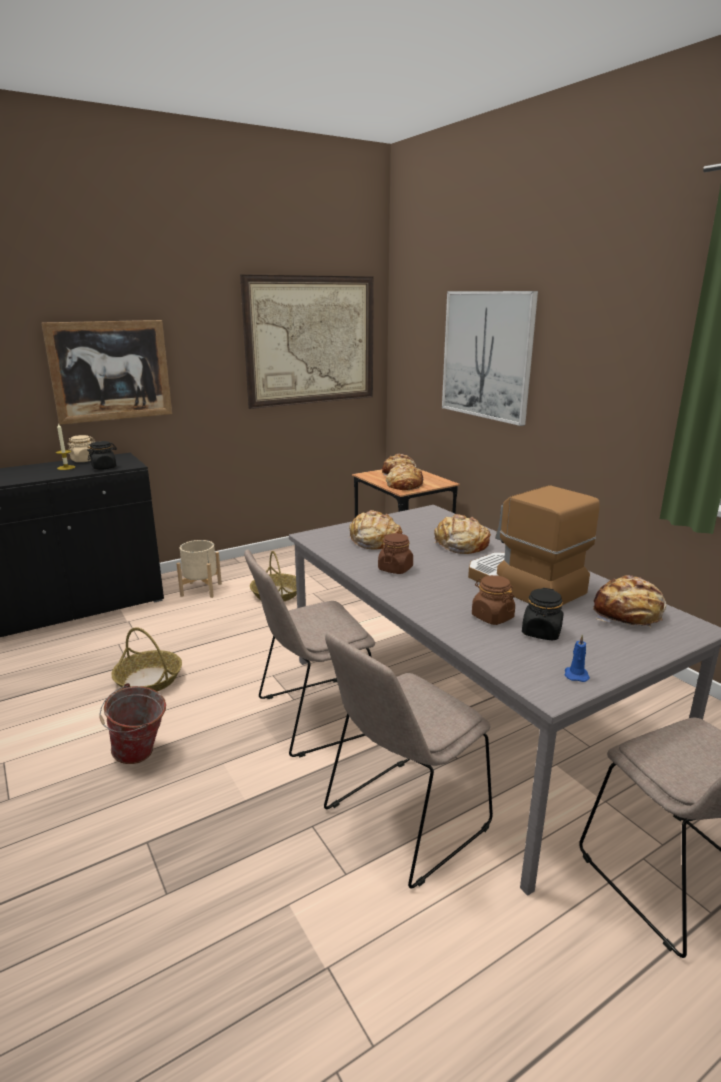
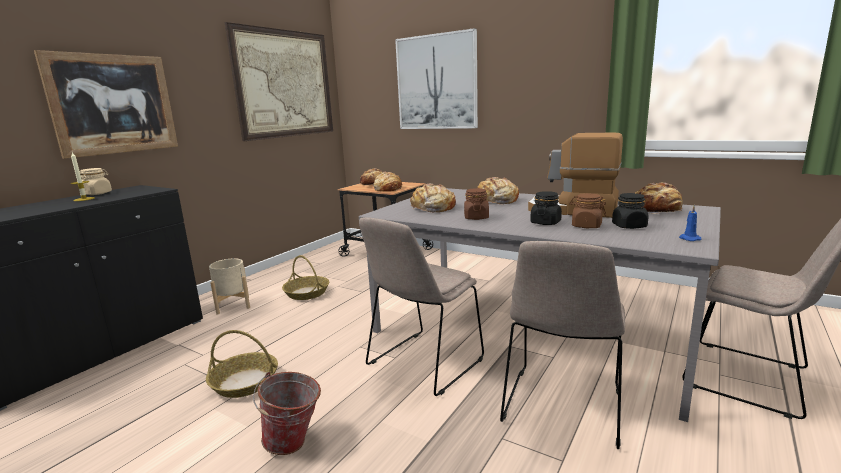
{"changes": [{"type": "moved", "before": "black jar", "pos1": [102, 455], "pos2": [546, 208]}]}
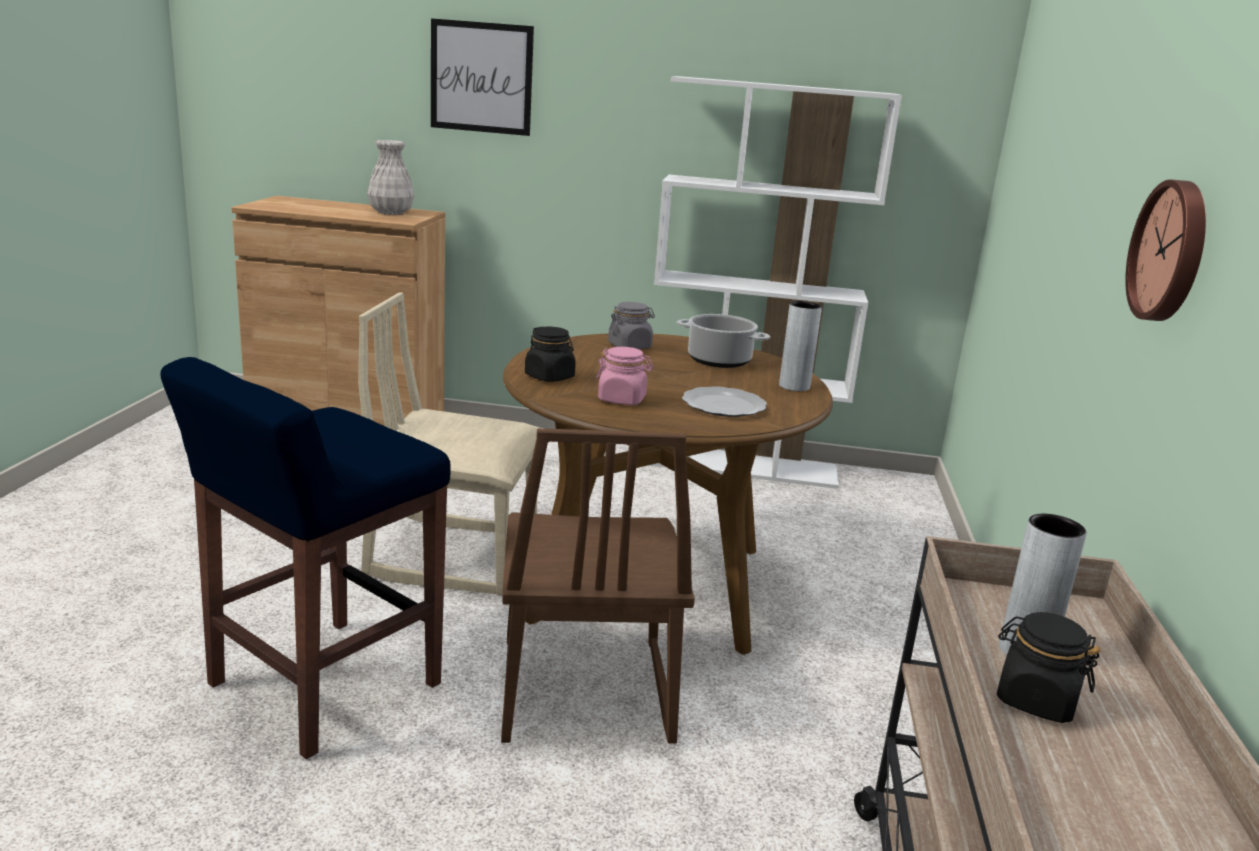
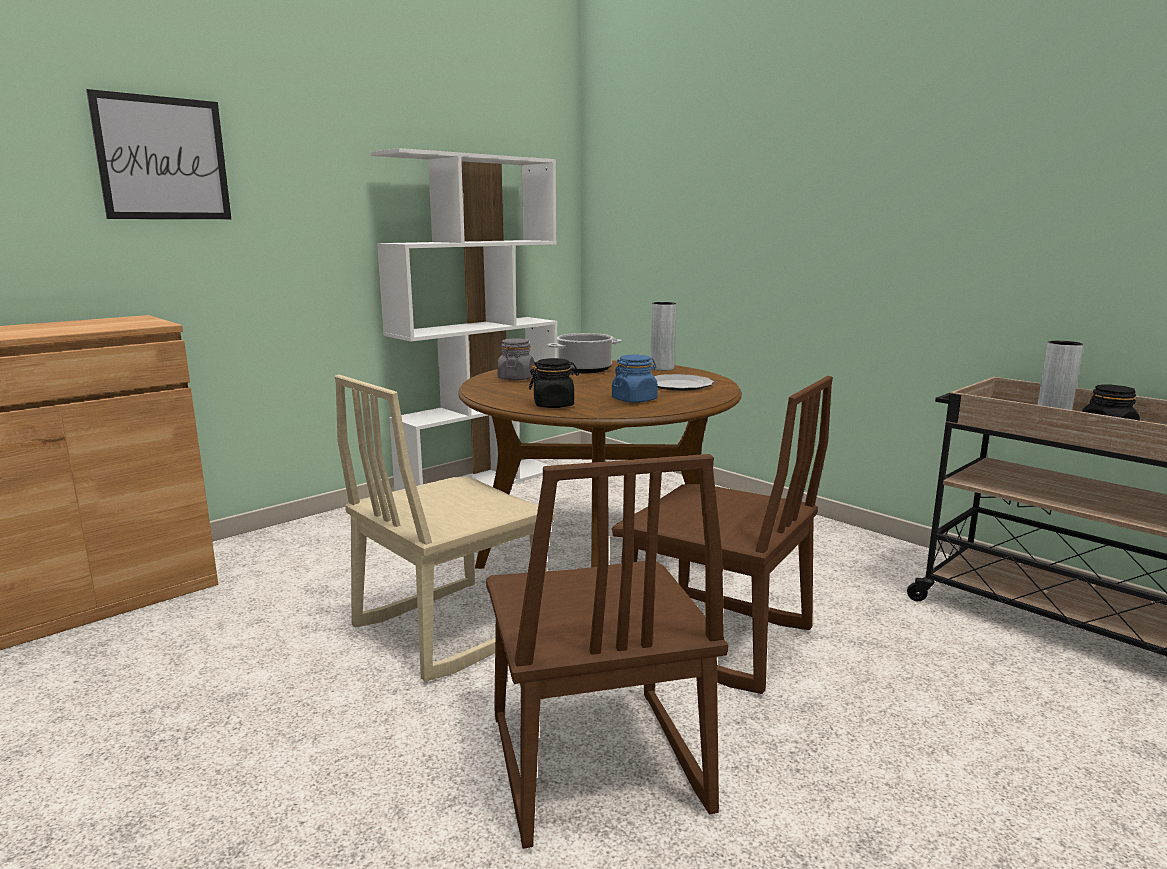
{"changes": [{"type": "replaced", "before": "blue stool", "after": "brown chair", "pos1": [305, 558], "pos2": [607, 651]}, {"type": "recoloured", "before": "pink jar", "after": "blue jar", "pos1": [625, 376], "pos2": [635, 379]}, {"type": "removed", "before": "white vase", "pos1": [390, 177]}, {"type": "removed", "before": "wall clock", "pos1": [1165, 250]}]}
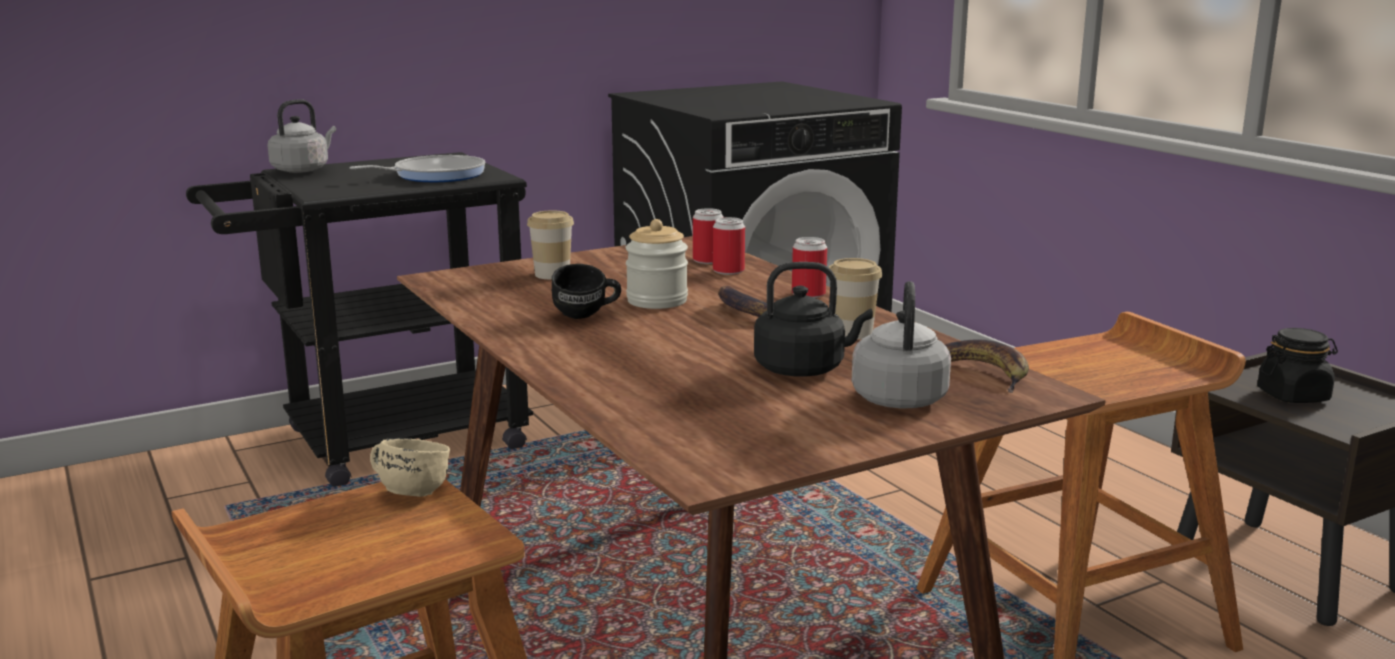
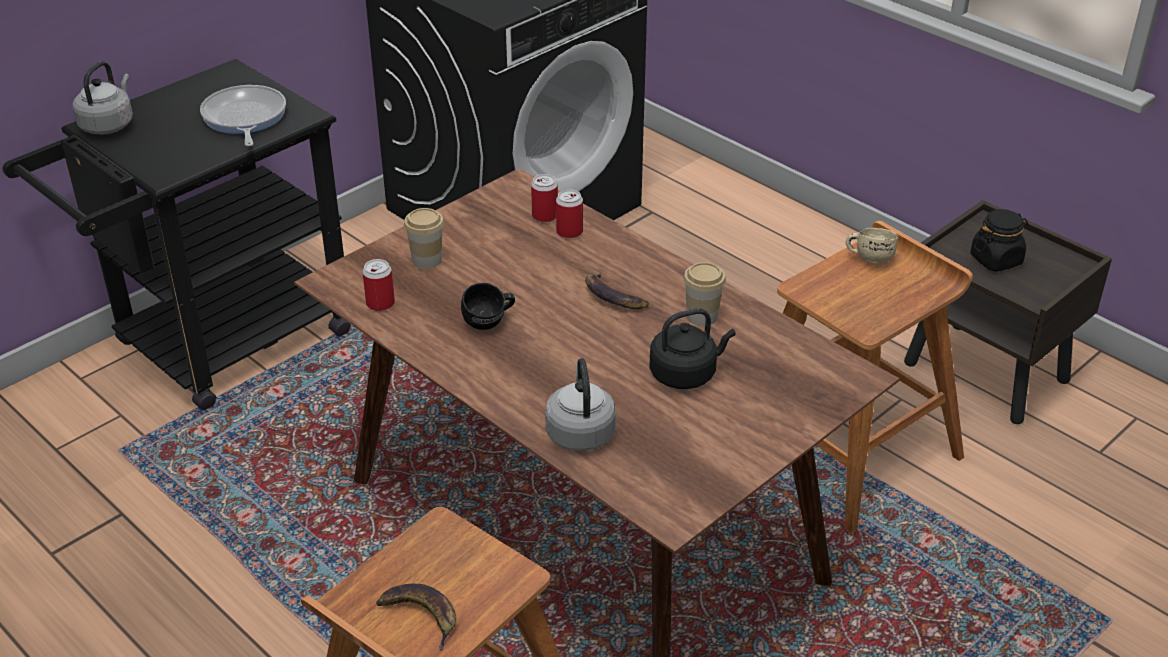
{"changes": [{"type": "turned", "before": "frying pan", "pos1": [418, 168], "pos2": [243, 115], "turn": -60}, {"type": "moved", "before": "can", "pos1": [809, 267], "pos2": [378, 285]}, {"type": "moved", "before": "banana", "pos1": [987, 366], "pos2": [416, 617]}, {"type": "moved", "before": "grey kettle", "pos1": [901, 344], "pos2": [580, 404]}, {"type": "moved", "before": "beige mug", "pos1": [410, 467], "pos2": [872, 245]}, {"type": "removed", "before": "jar", "pos1": [656, 264]}]}
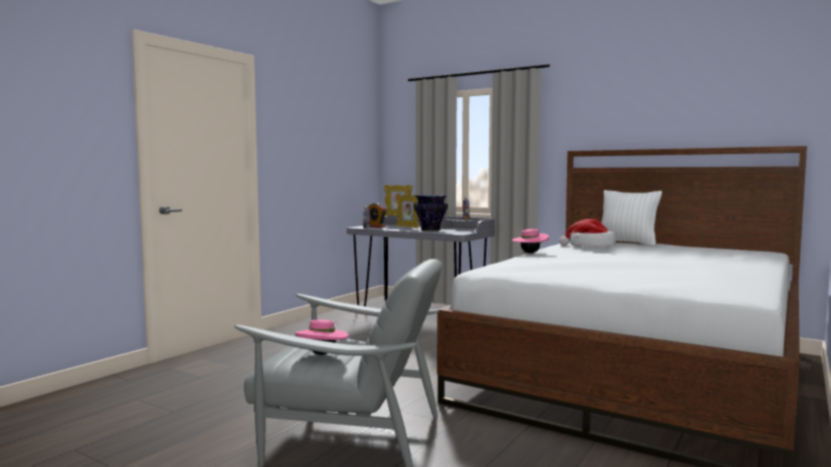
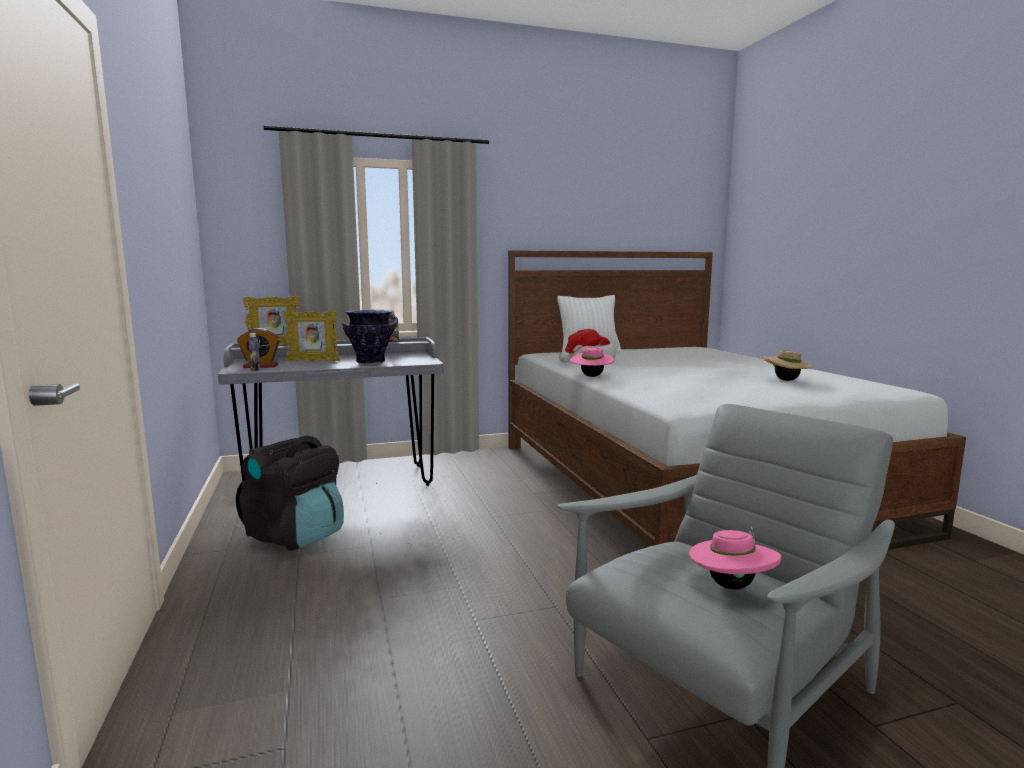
{"changes": [{"type": "added", "after": "black backpack", "pos2": [290, 493]}, {"type": "added", "after": "beige hat", "pos2": [788, 365]}]}
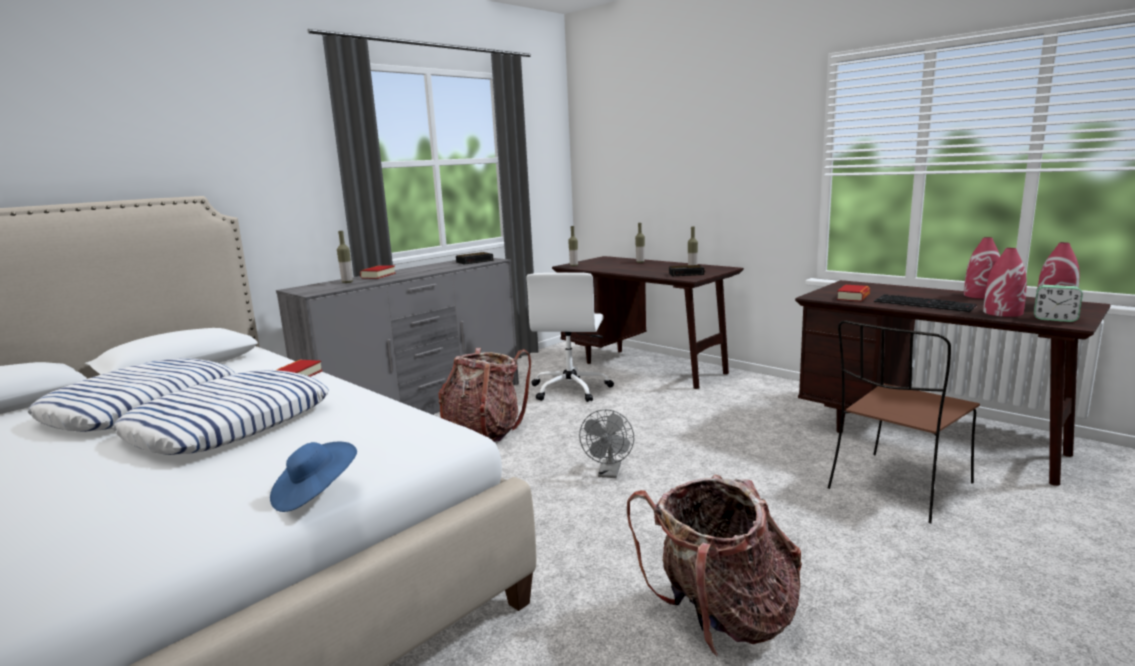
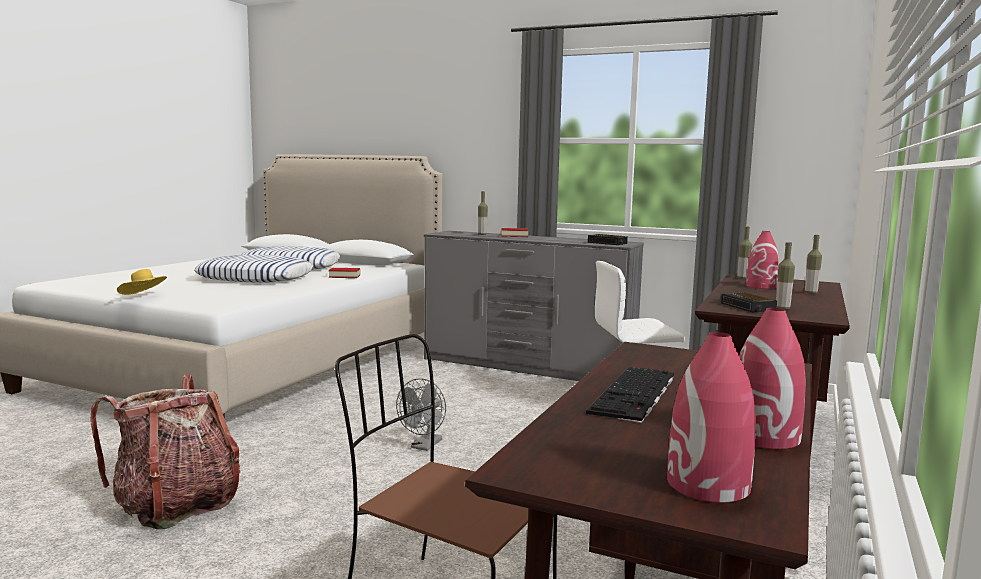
{"changes": [{"type": "recoloured", "before": "blue hat", "after": "yellow hat", "pos1": [313, 477], "pos2": [142, 282]}, {"type": "turned", "before": "grey fan", "pos1": [606, 443], "pos2": [421, 414], "turn": -60}, {"type": "moved", "before": "red vase", "pos1": [1005, 282], "pos2": [762, 260]}, {"type": "removed", "before": "backpack", "pos1": [485, 395]}, {"type": "removed", "before": "book", "pos1": [853, 293]}, {"type": "removed", "before": "alarm clock", "pos1": [1058, 303]}]}
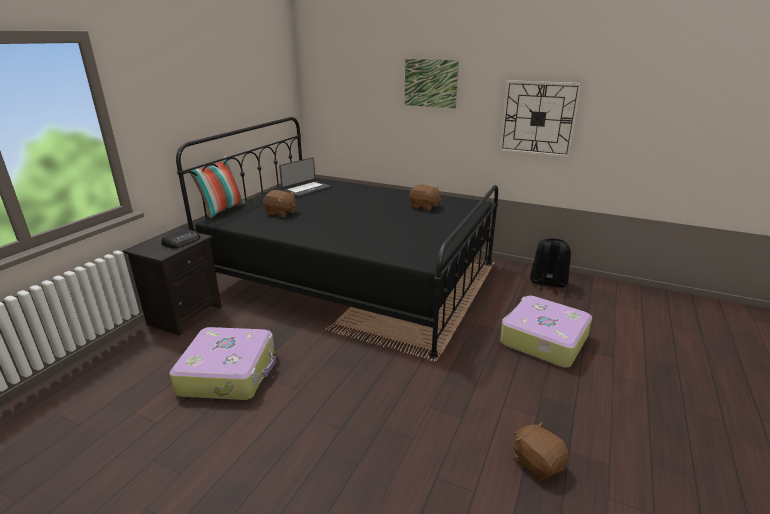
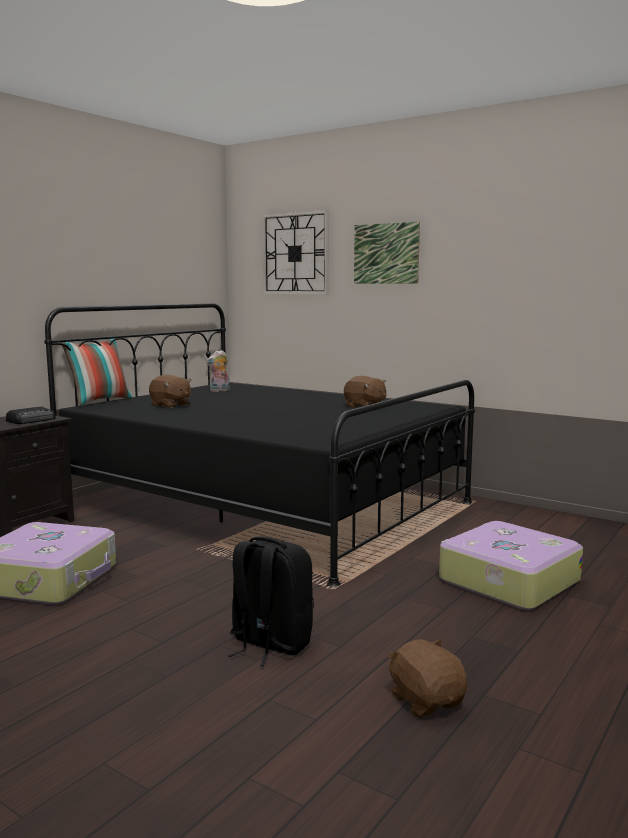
{"changes": [{"type": "replaced", "before": "laptop", "after": "plush toy", "pos1": [305, 177], "pos2": [218, 371]}, {"type": "moved", "before": "black backpack", "pos1": [550, 265], "pos2": [271, 601]}, {"type": "moved", "before": "wall clock", "pos1": [540, 119], "pos2": [295, 252]}]}
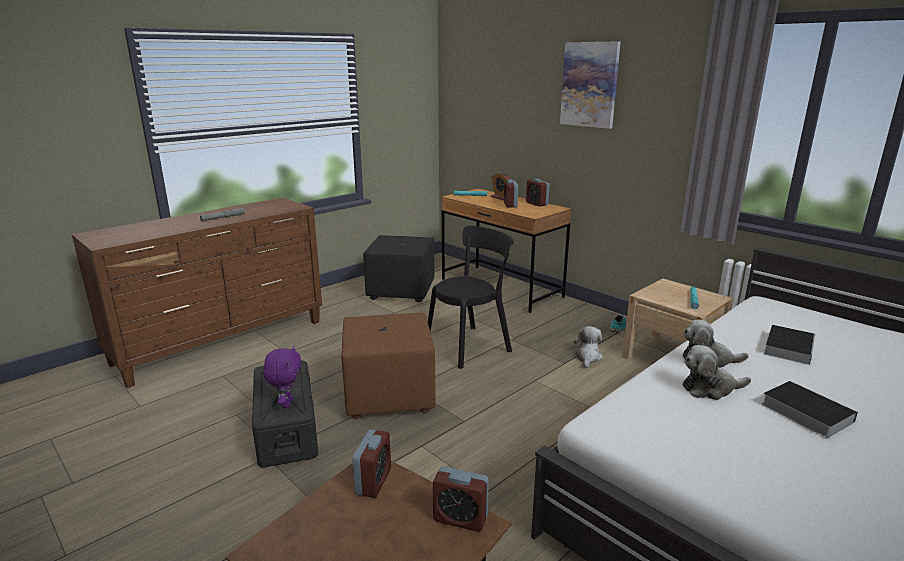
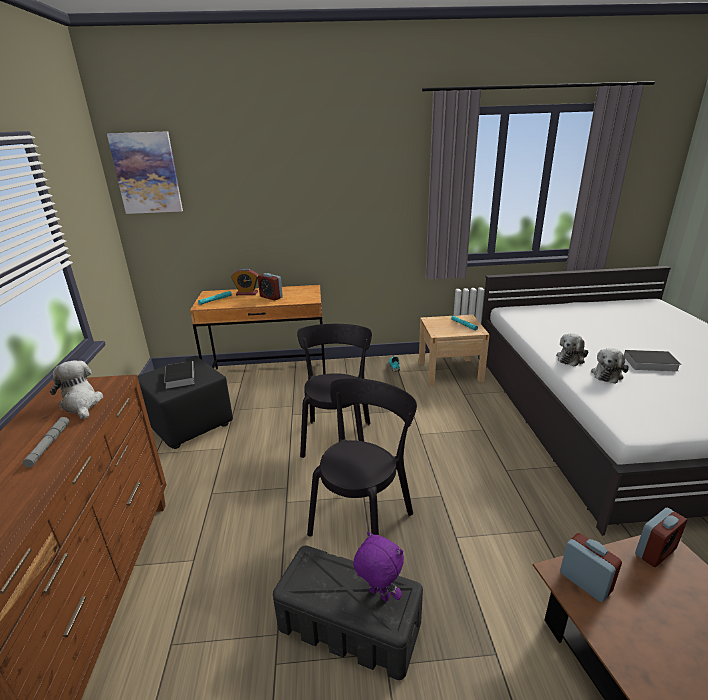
{"changes": [{"type": "moved", "before": "plush toy", "pos1": [588, 347], "pos2": [76, 389]}, {"type": "moved", "before": "picture", "pos1": [590, 85], "pos2": [145, 172]}, {"type": "moved", "before": "book", "pos1": [789, 345], "pos2": [179, 375]}, {"type": "replaced", "before": "brown ottoman", "after": "black chair", "pos1": [388, 366], "pos2": [362, 457]}, {"type": "removed", "before": "alarm clock", "pos1": [538, 193]}]}
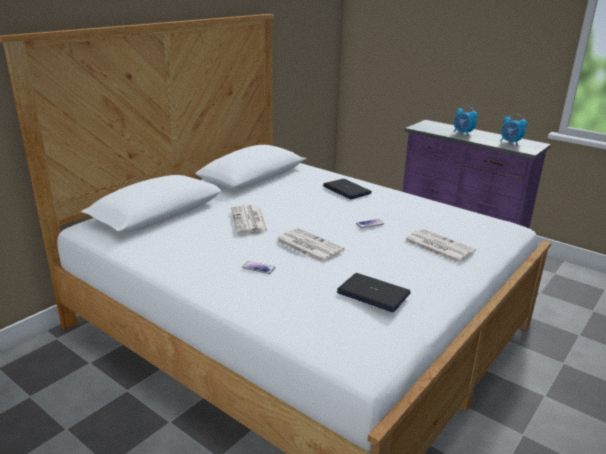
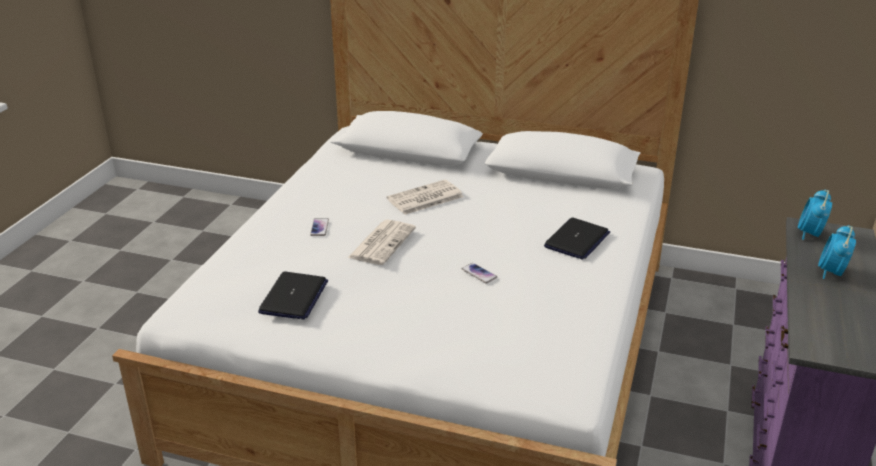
{"changes": [{"type": "moved", "before": "alarm clock", "pos1": [513, 129], "pos2": [815, 214]}, {"type": "removed", "before": "newspaper", "pos1": [440, 246]}]}
